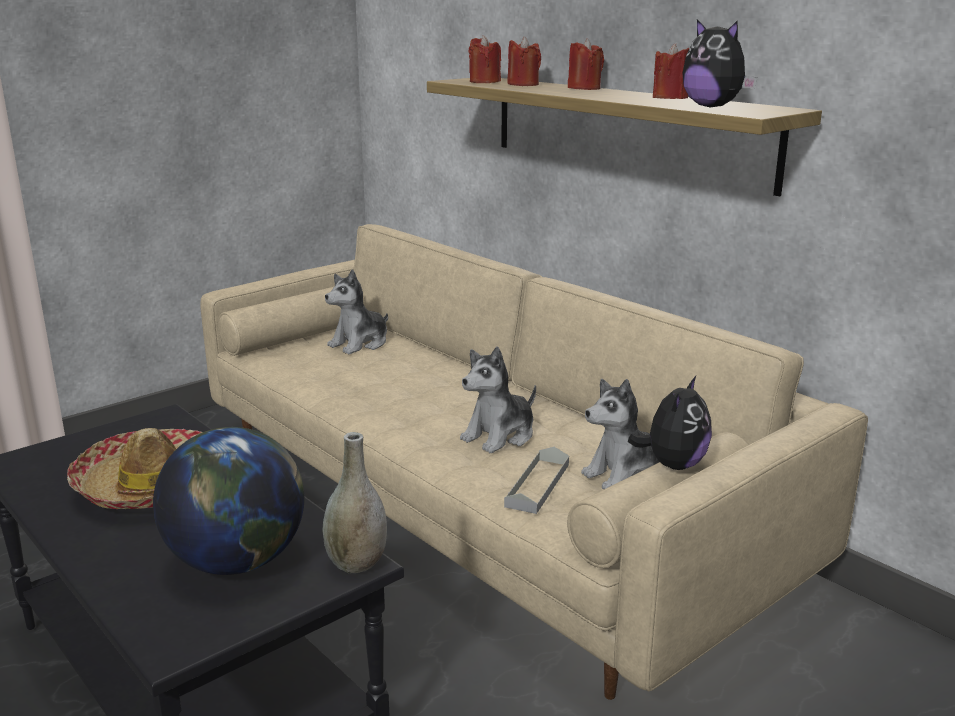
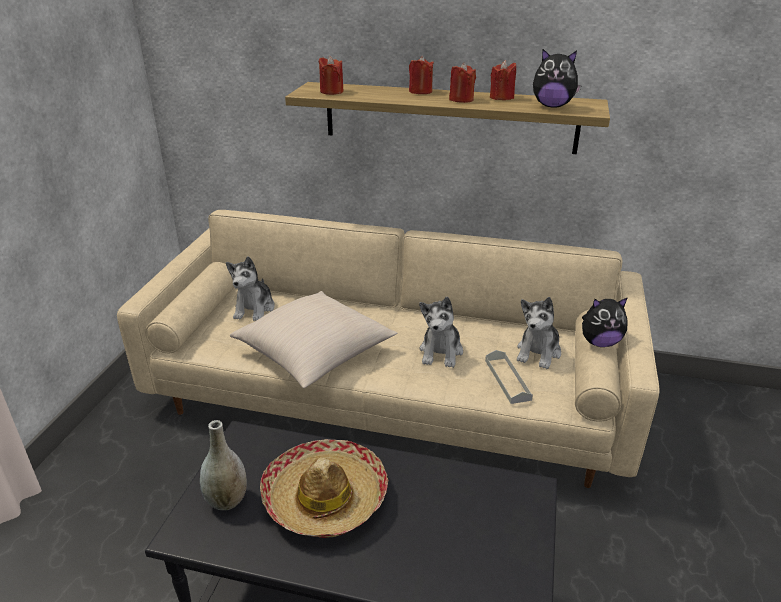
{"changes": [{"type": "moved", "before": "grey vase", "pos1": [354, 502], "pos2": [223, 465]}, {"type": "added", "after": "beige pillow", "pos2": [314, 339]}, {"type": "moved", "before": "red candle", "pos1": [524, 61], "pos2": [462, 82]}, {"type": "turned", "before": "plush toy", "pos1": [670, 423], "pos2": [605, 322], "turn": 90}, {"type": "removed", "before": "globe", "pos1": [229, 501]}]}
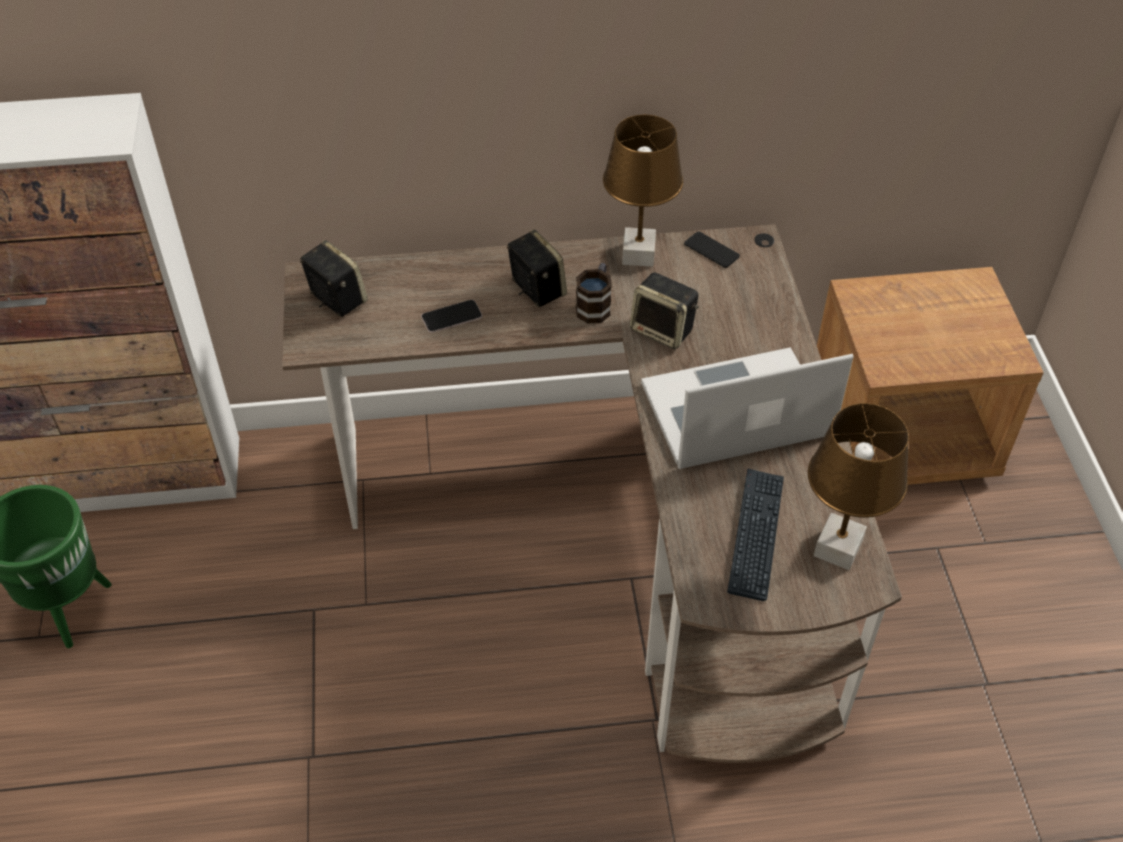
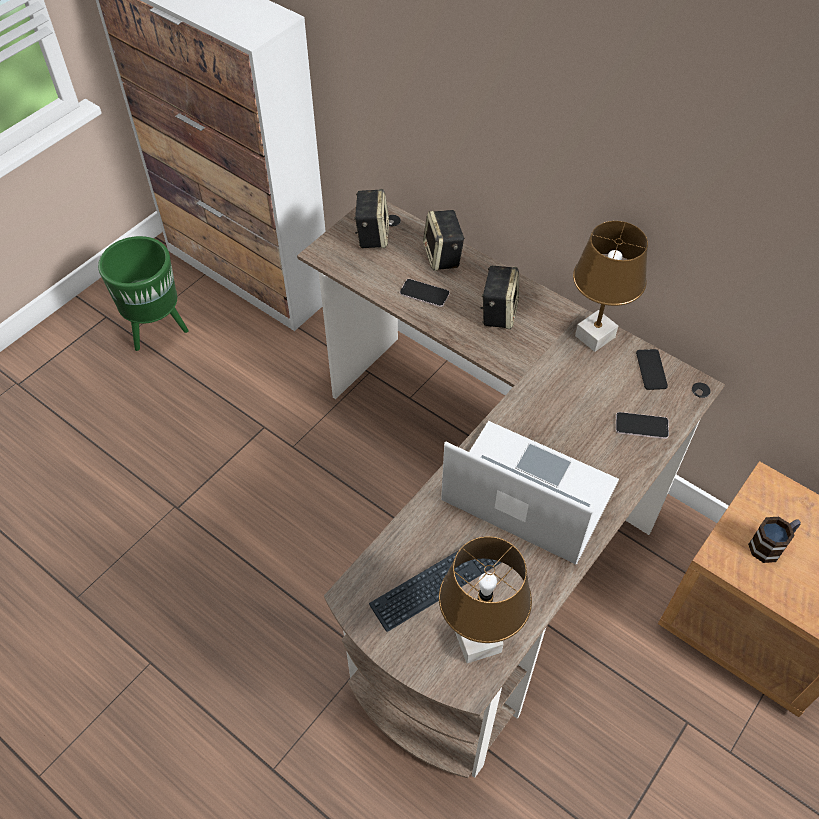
{"changes": [{"type": "moved", "before": "speaker", "pos1": [664, 310], "pos2": [444, 240]}, {"type": "added", "after": "phone", "pos2": [642, 425]}, {"type": "moved", "before": "mug", "pos1": [594, 293], "pos2": [774, 540]}]}
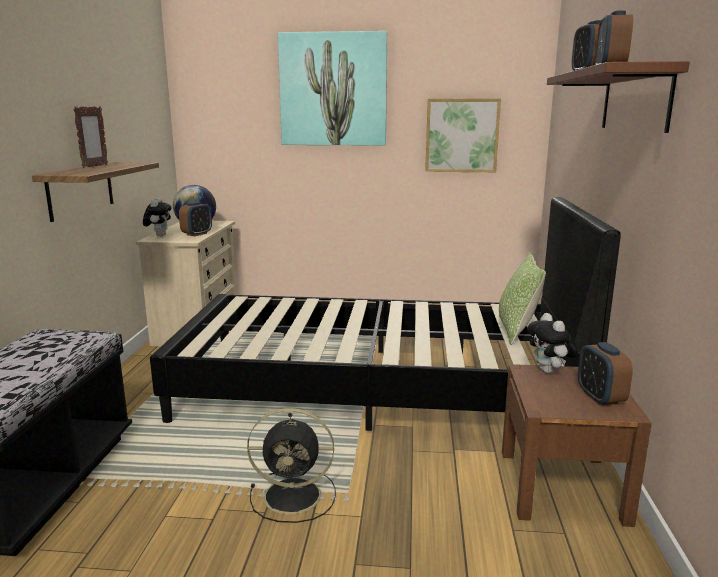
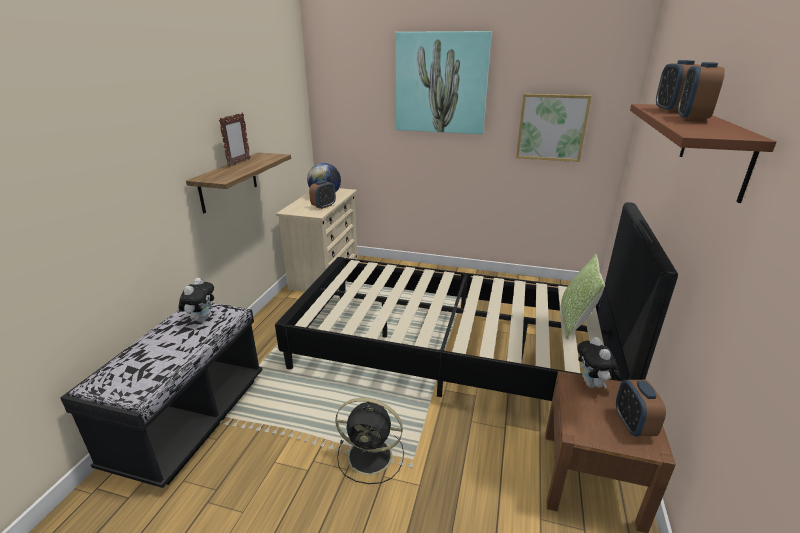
{"changes": [{"type": "moved", "before": "plush toy", "pos1": [157, 217], "pos2": [196, 300]}]}
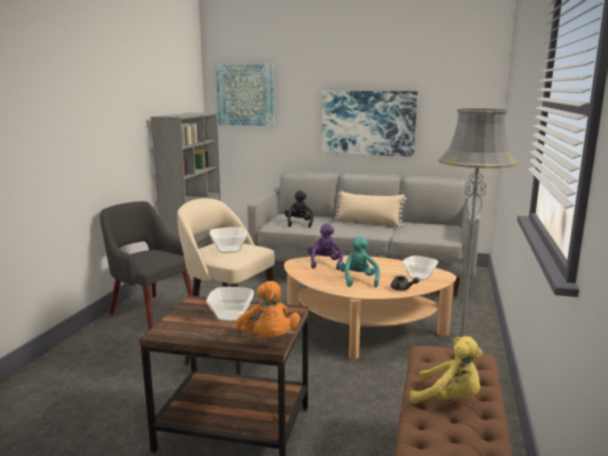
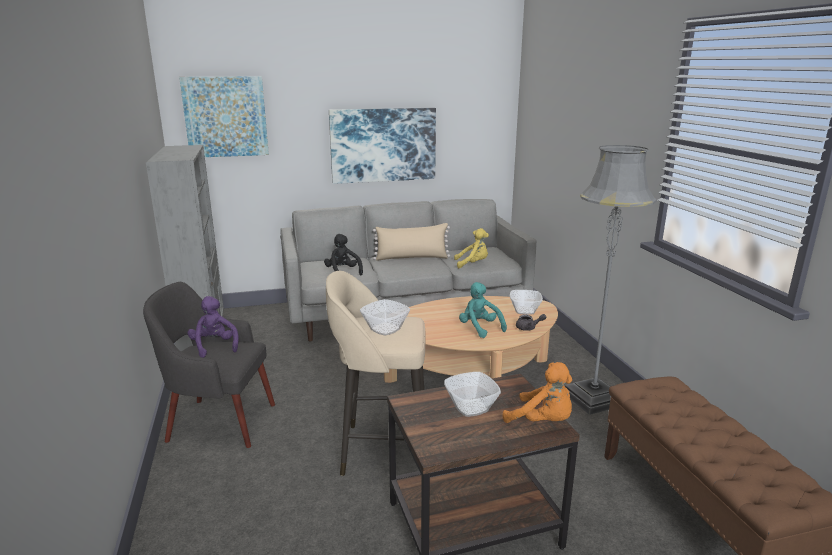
{"changes": [{"type": "moved", "before": "purple plush toy", "pos1": [325, 246], "pos2": [213, 327]}, {"type": "moved", "before": "yellow plush toy", "pos1": [446, 370], "pos2": [471, 248]}]}
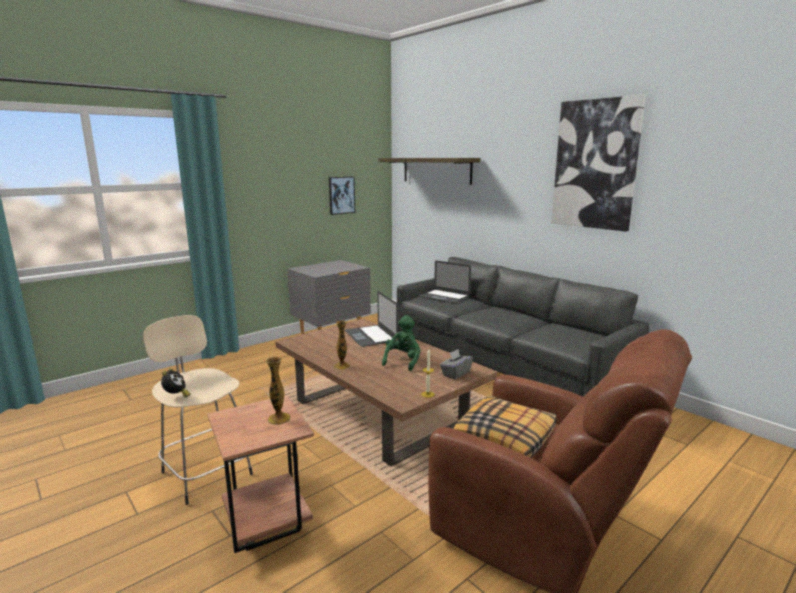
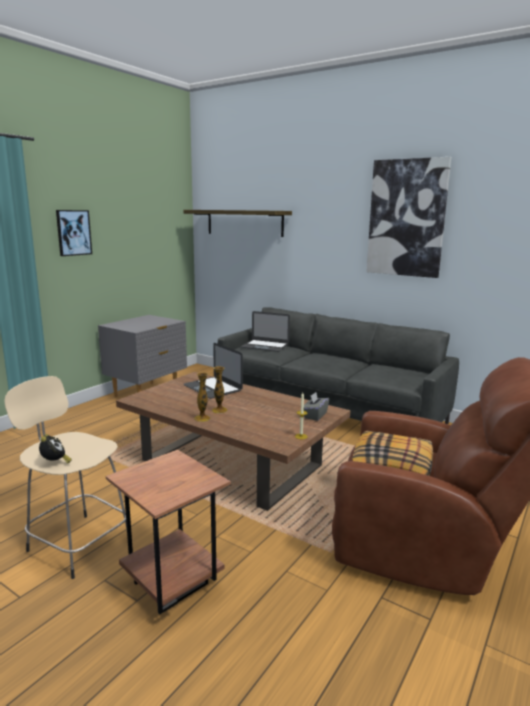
{"changes": [{"type": "moved", "before": "picture", "pos1": [342, 195], "pos2": [74, 233]}, {"type": "moved", "before": "vase", "pos1": [278, 391], "pos2": [220, 390]}, {"type": "removed", "before": "green plush toy", "pos1": [401, 343]}]}
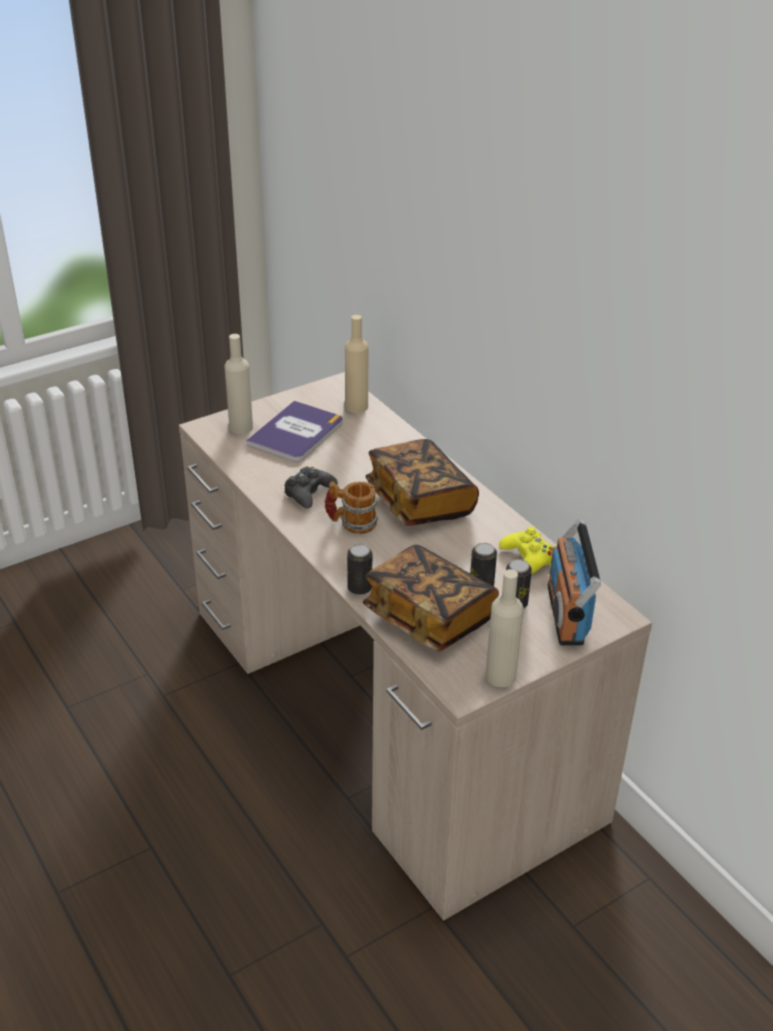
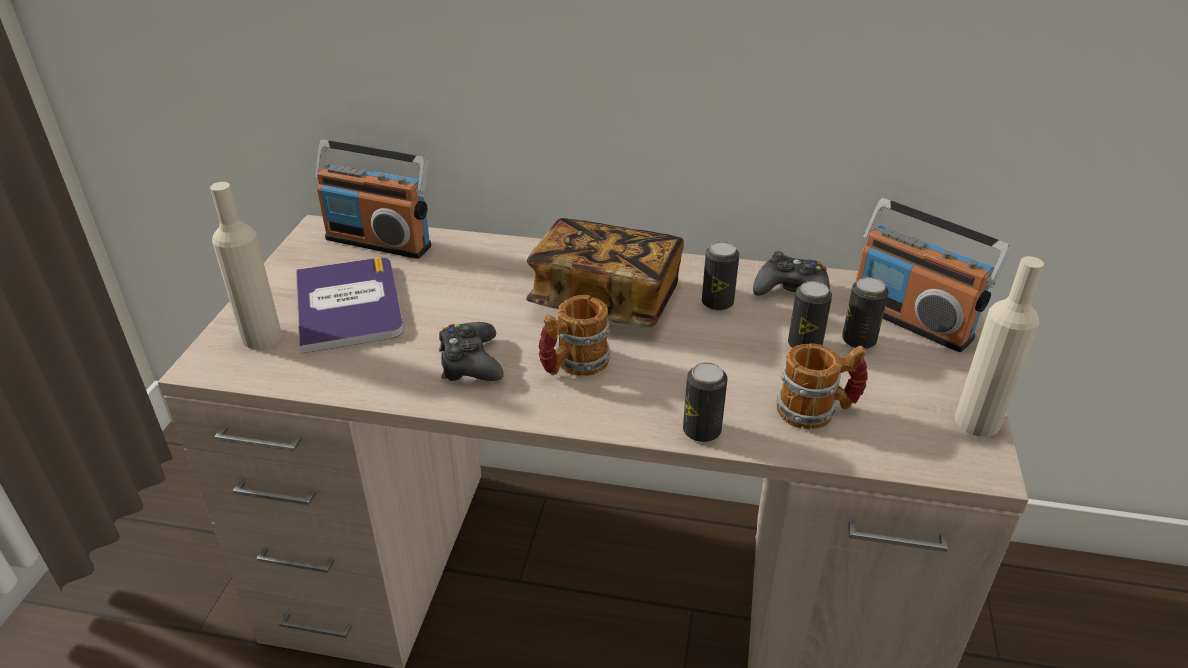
{"changes": [{"type": "replaced", "before": "beige bottle", "after": "radio", "pos1": [356, 364], "pos2": [373, 199]}, {"type": "added", "after": "can", "pos2": [720, 276]}, {"type": "recoloured", "before": "yellow game controller", "after": "black game controller", "pos1": [526, 550], "pos2": [791, 273]}, {"type": "replaced", "before": "book", "after": "mug", "pos1": [431, 597], "pos2": [822, 386]}]}
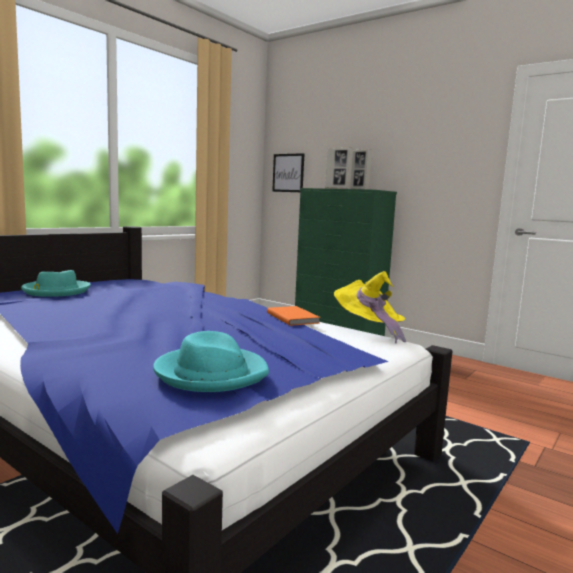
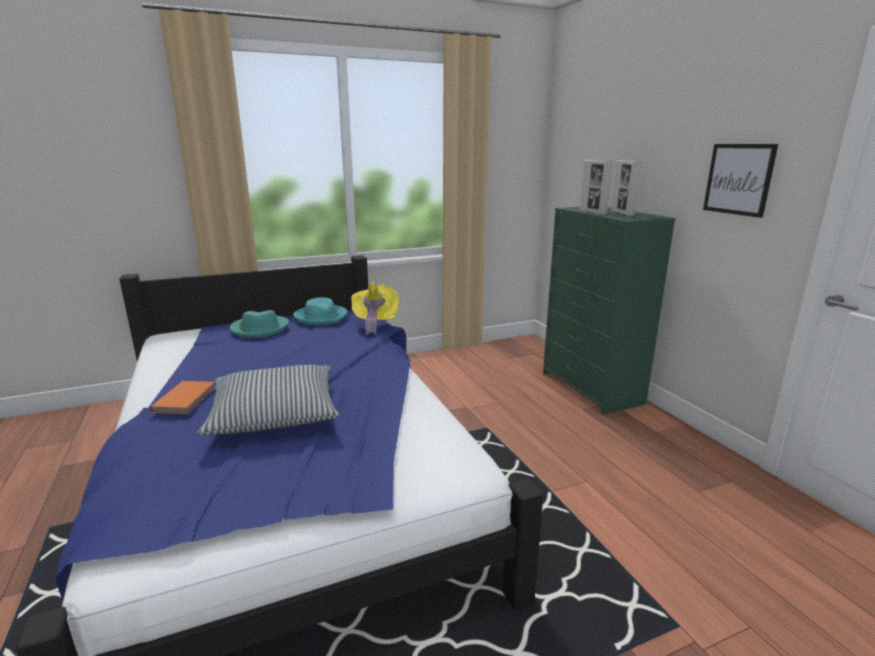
{"changes": [{"type": "moved", "before": "orange book", "pos1": [294, 316], "pos2": [183, 397]}, {"type": "added", "after": "pillow", "pos2": [268, 400]}, {"type": "moved", "before": "turquoise hat", "pos1": [211, 361], "pos2": [320, 311]}, {"type": "moved", "before": "yellow hat", "pos1": [370, 307], "pos2": [375, 308]}, {"type": "moved", "before": "picture", "pos1": [288, 172], "pos2": [740, 181]}]}
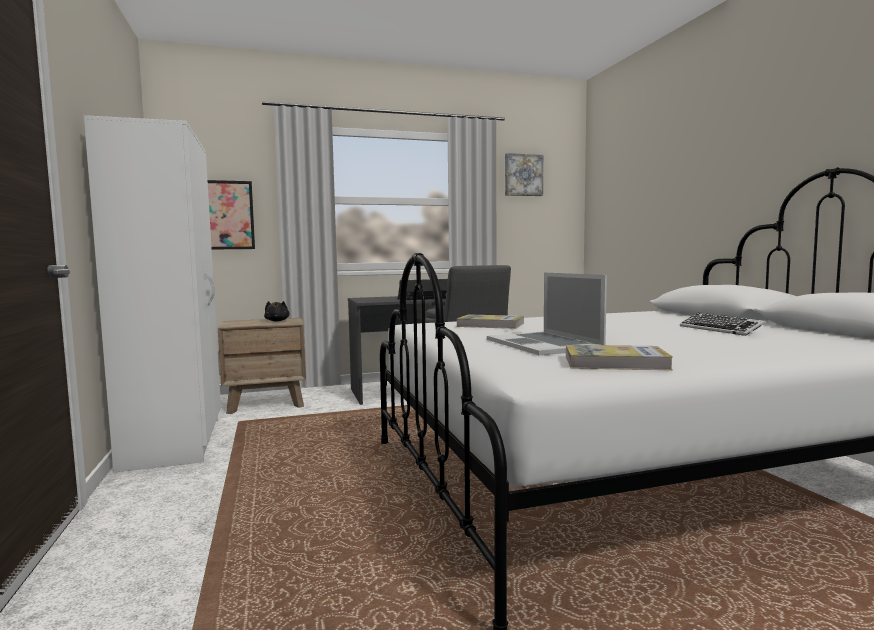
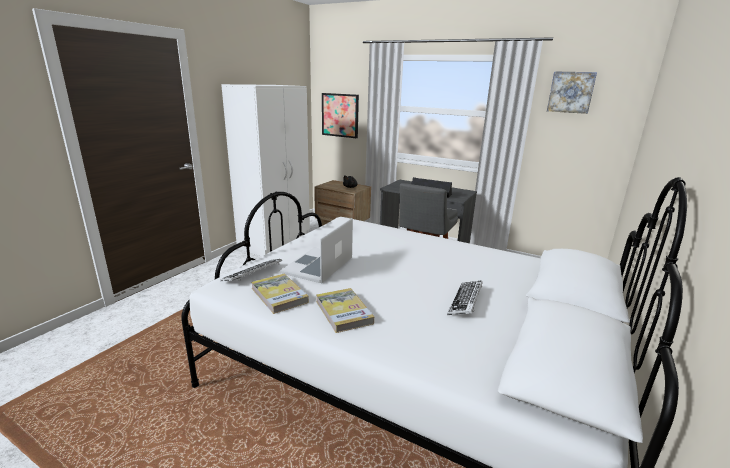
{"changes": [{"type": "added", "after": "keyboard", "pos2": [251, 270]}, {"type": "moved", "before": "book", "pos1": [490, 321], "pos2": [345, 310]}]}
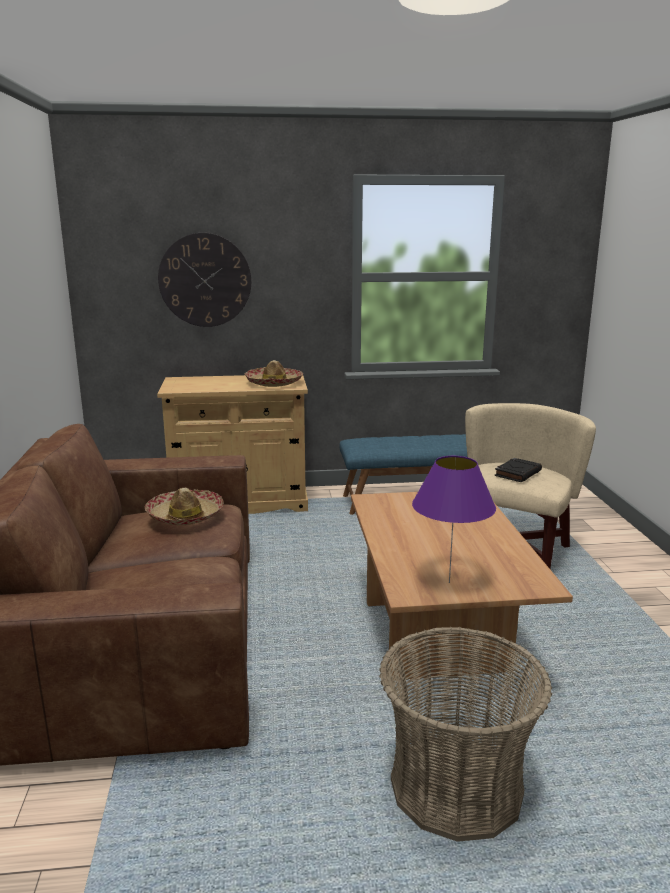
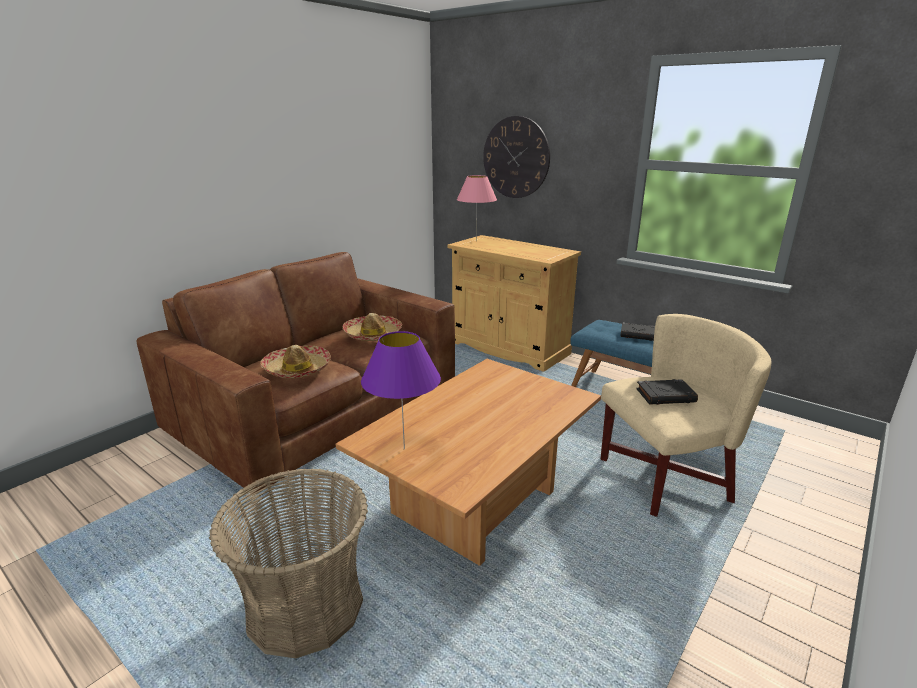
{"changes": [{"type": "moved", "before": "hat", "pos1": [274, 373], "pos2": [295, 362]}, {"type": "added", "after": "pink table lamp", "pos2": [477, 208]}, {"type": "added", "after": "black book", "pos2": [637, 332]}]}
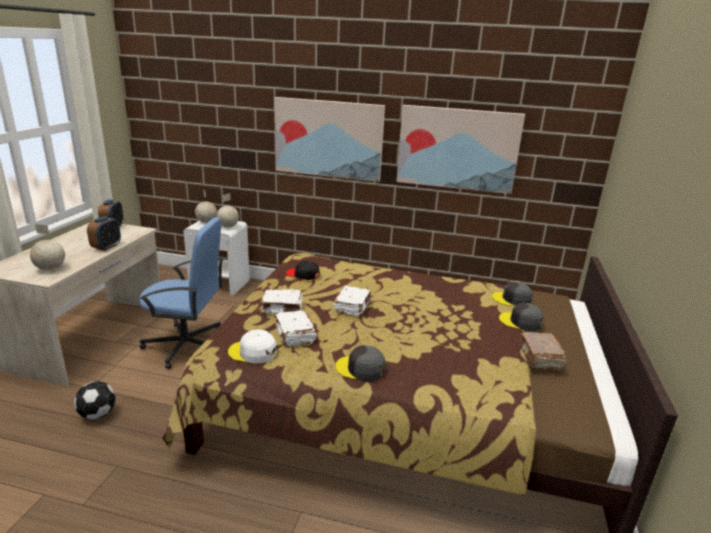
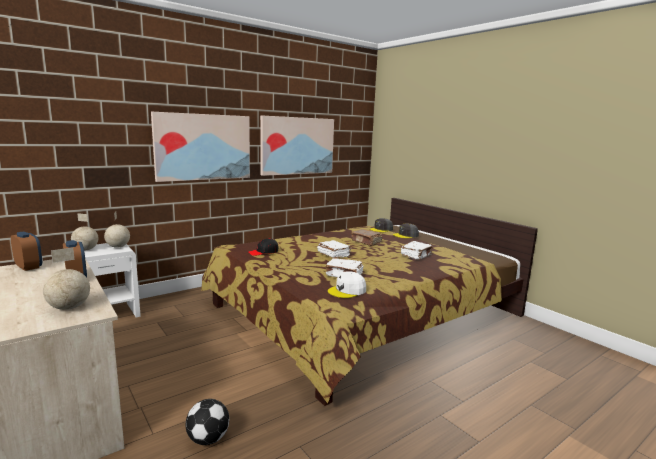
{"changes": [{"type": "moved", "before": "brown book", "pos1": [543, 351], "pos2": [366, 237]}, {"type": "moved", "before": "white book", "pos1": [282, 301], "pos2": [416, 250]}, {"type": "removed", "before": "blue office chair", "pos1": [181, 293]}, {"type": "removed", "before": "grey cap", "pos1": [360, 363]}]}
